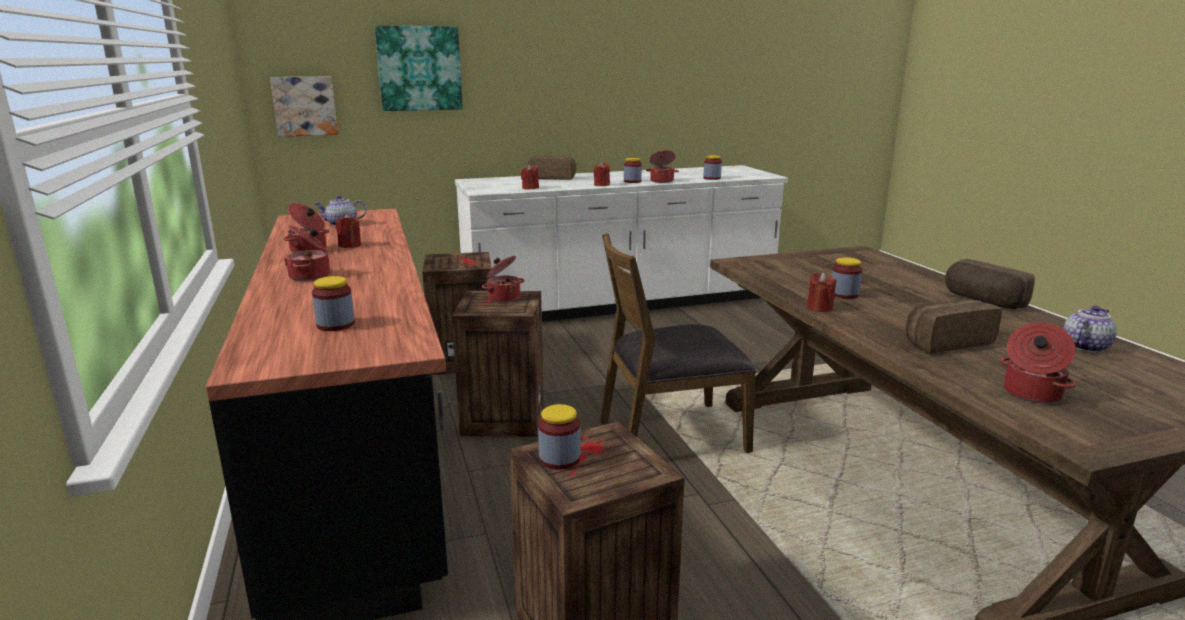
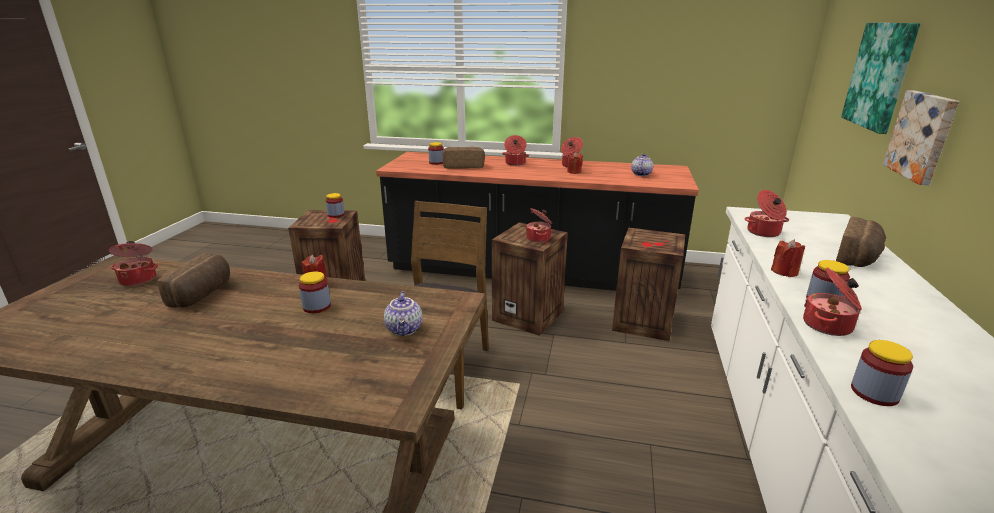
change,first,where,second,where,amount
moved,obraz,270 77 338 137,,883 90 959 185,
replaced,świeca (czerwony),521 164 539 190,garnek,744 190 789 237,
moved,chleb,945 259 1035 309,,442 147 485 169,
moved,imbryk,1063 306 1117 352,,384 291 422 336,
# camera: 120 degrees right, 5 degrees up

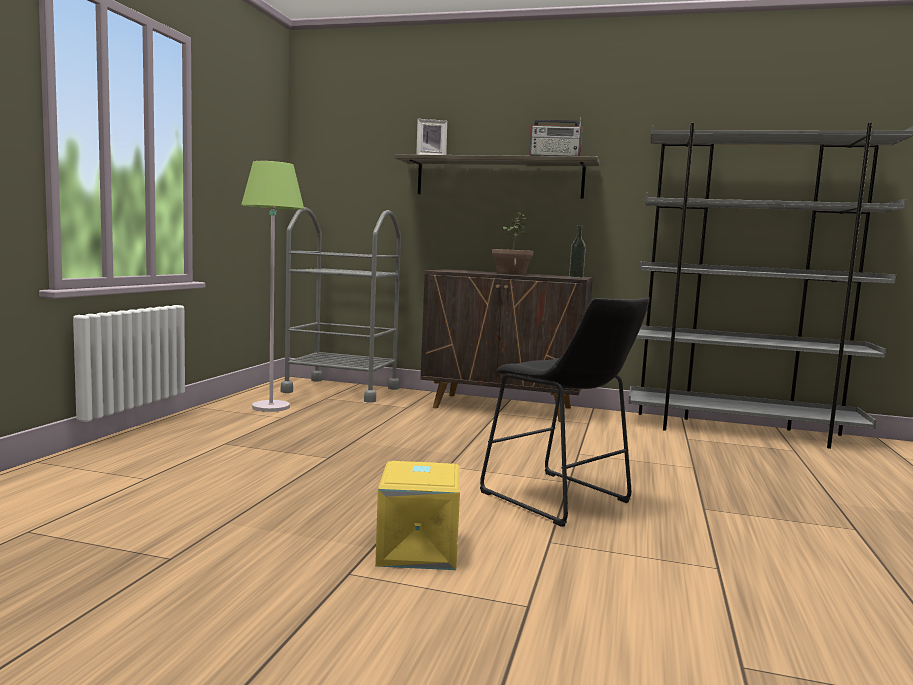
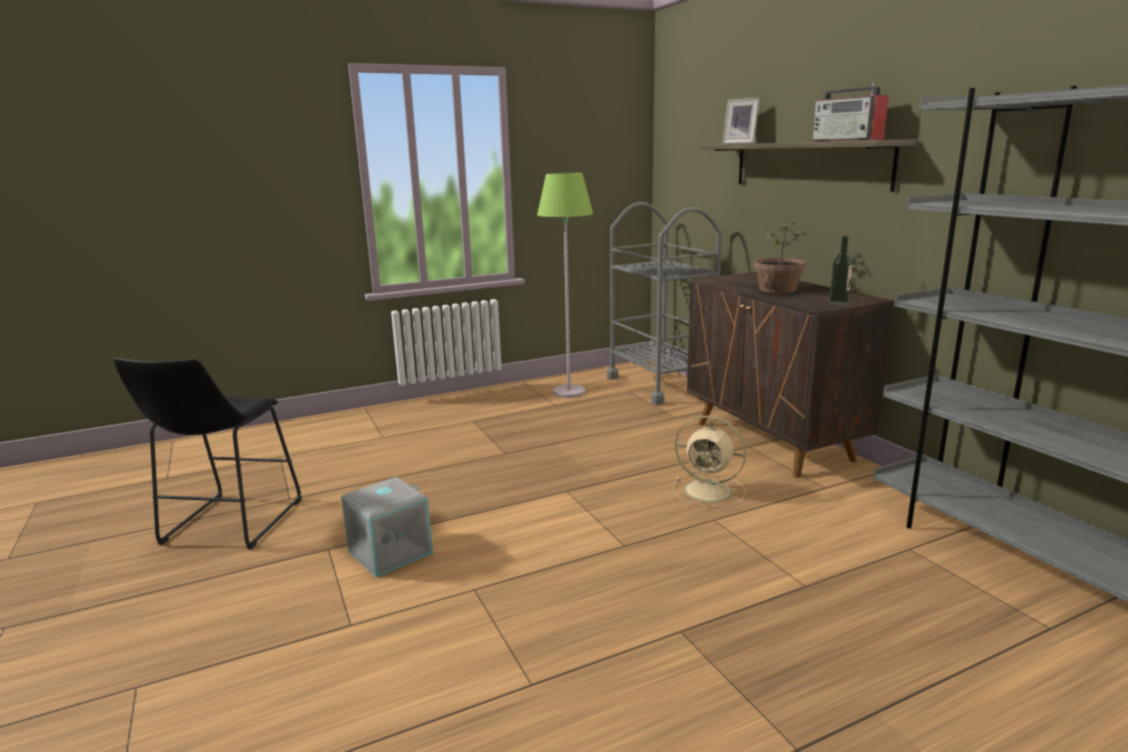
change,first,where,second,where,amount
moved,stołek (czarny),480 297 650 527,,113 358 301 550,
recoloured,pojemnik do przechowywania (żółty),375 461 460 570,pojemnik do przechowywania (szary),341 477 433 577,
added,,,wentylator (beżowy),673 416 746 508,
# camera: 50 degrees right, 10 degrees up

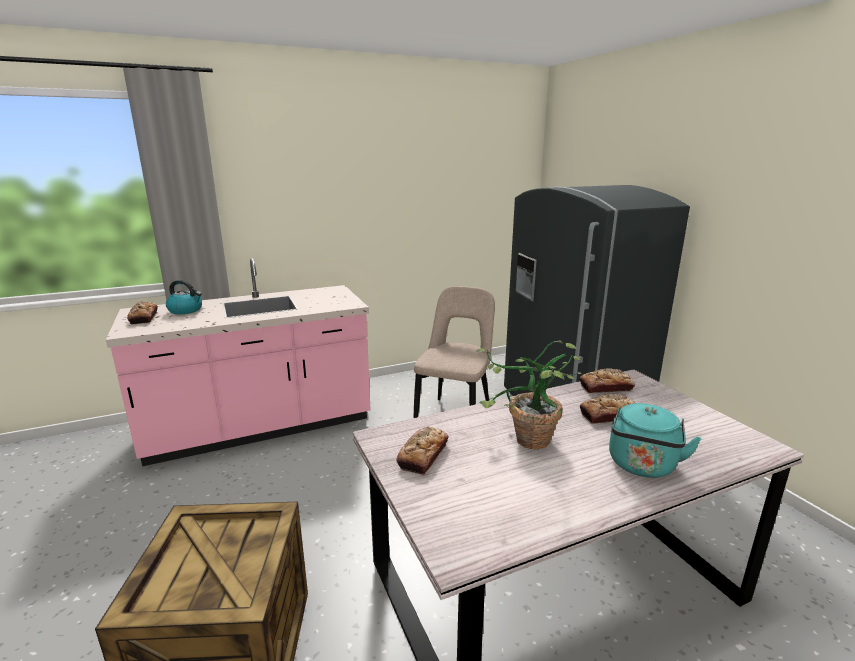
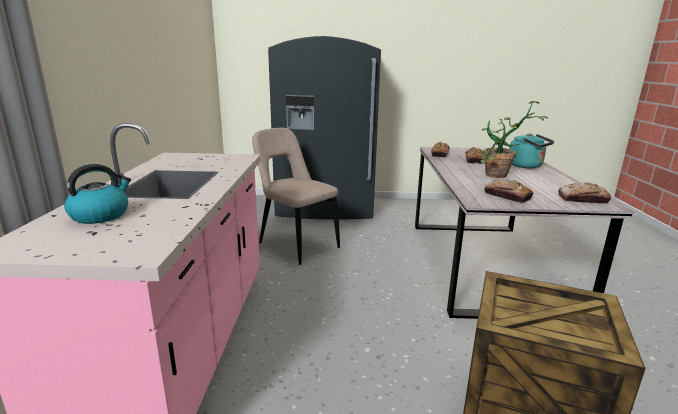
change,first,where,second,where,amount
moved,chleb,127 301 158 324,,558 183 611 204,
# camera: 65 degrees left, 0 degrees up

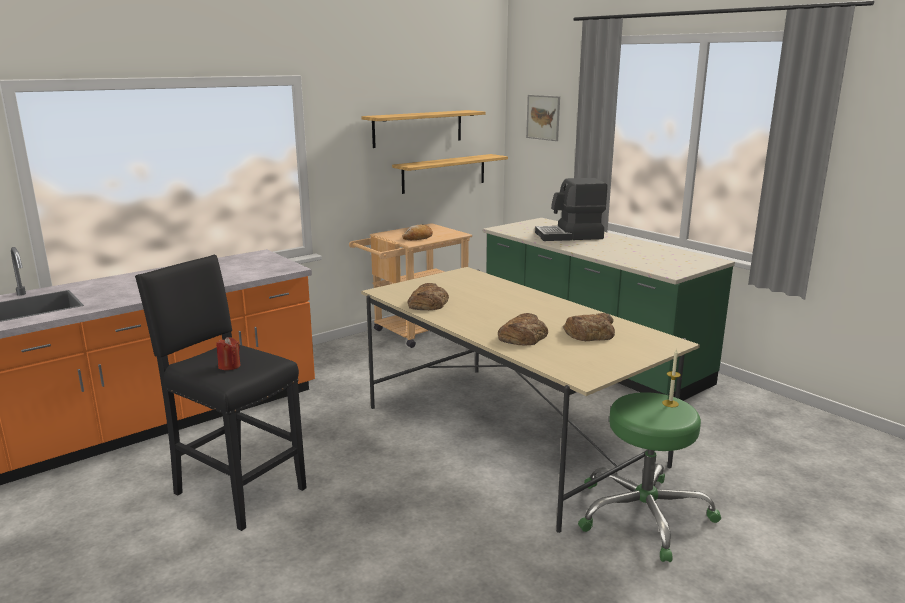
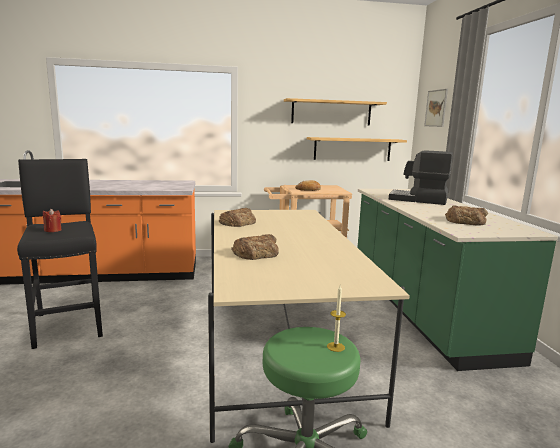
change,first,where,second,where,amount
moved,chleb,563 313 615 341,,445 205 488 226,
# camera: 30 degrees right, 5 degrees down

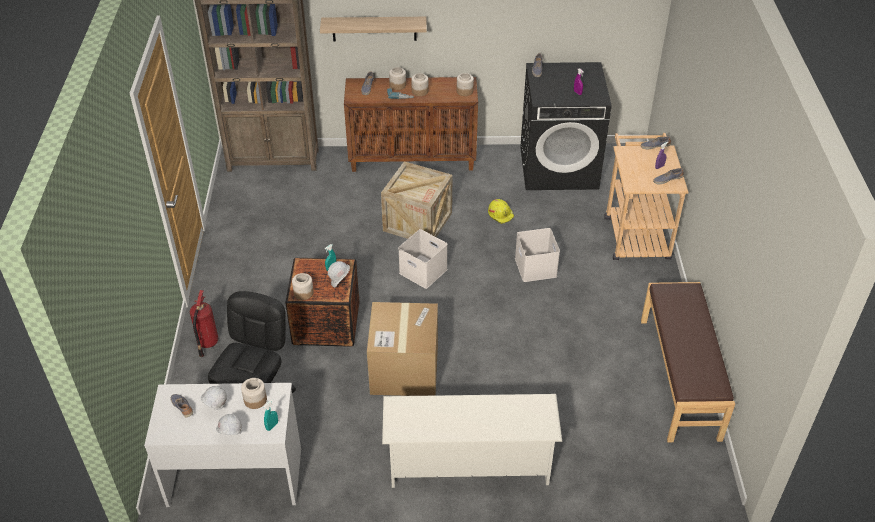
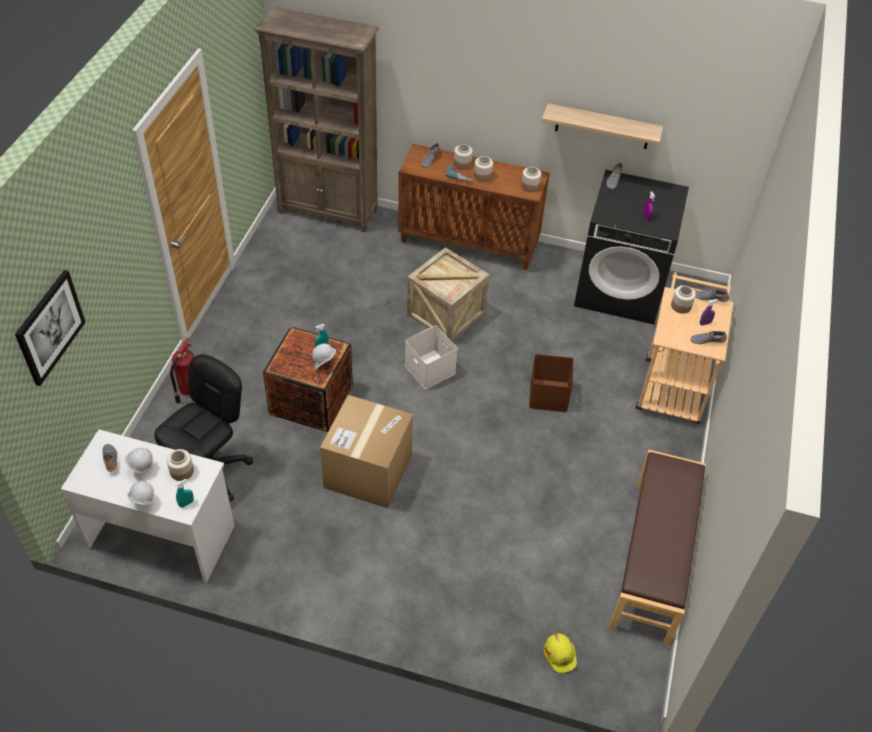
change,first,where,second,where,amount
moved,półka,320 17 427 41,,542 103 663 149,
moved,kask (żółty),488 199 514 224,,544 633 578 673,
recoloured,pojemnik do przechowywania (biały),515 228 560 282,pojemnik do przechowywania (brązowy),529 354 573 412,
moved,słoik,292 273 314 300,,671 286 696 314,
removed,regał na buty (biały),382 394 562 488,,,
added,,,obraz,15 270 86 386,
# camera: 15 degrees right, 5 degrees up

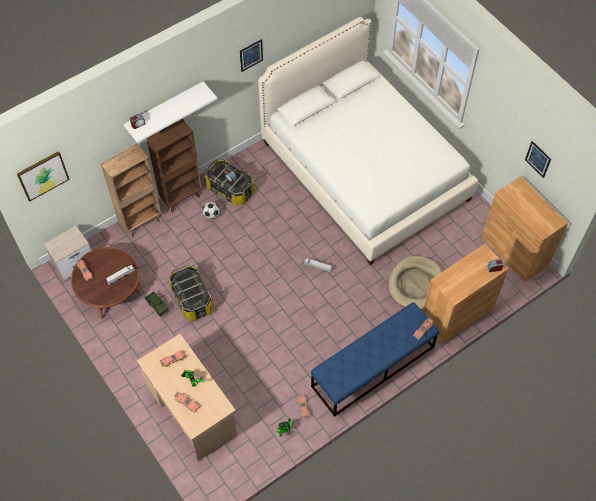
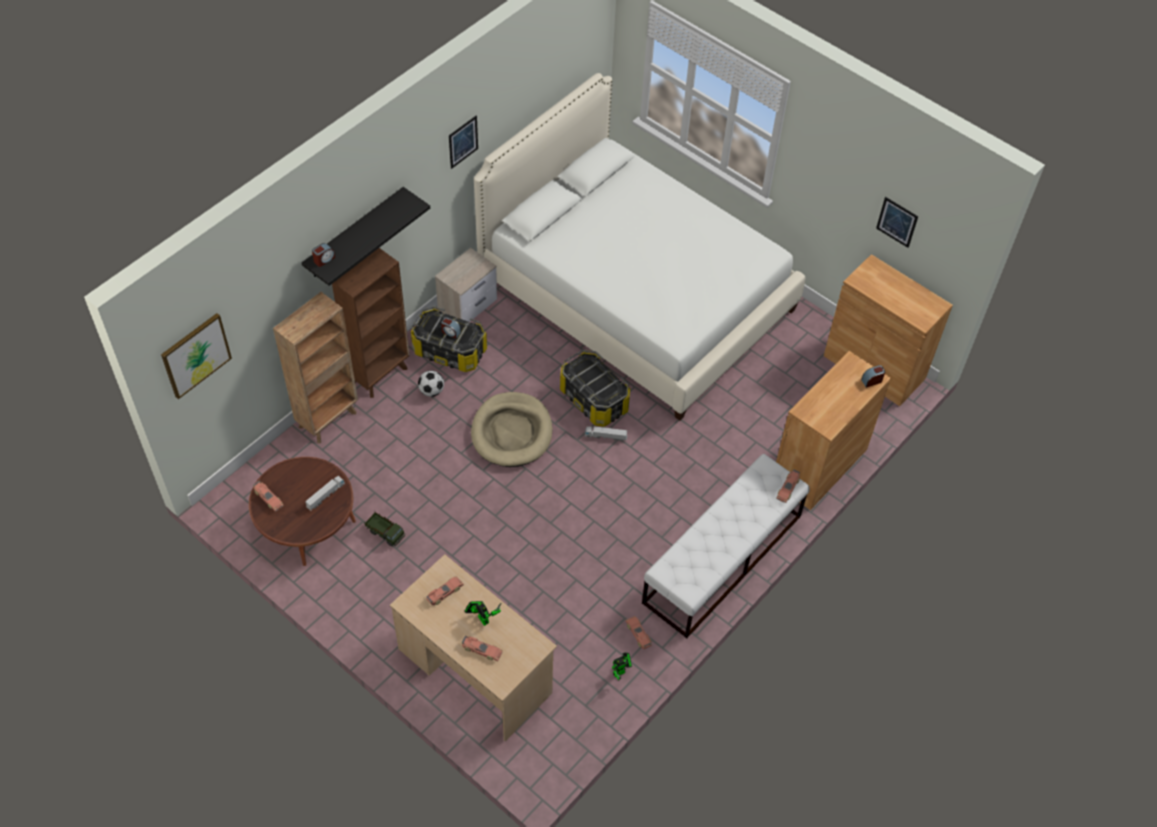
change,first,where,second,where,amount
recoloured,półka (biały),123 82 217 143,półka (czarny),302 187 430 286,
moved,szafka nocna,44 226 91 280,,435 248 497 322,
moved,legowisko (beżowy),388 256 442 310,,471 392 553 467,
moved,pojemnik do przechowywania,168 264 214 321,,560 350 630 427,
recoloured,ławka (niebieski),311 302 439 417,ławka (biały),642 454 810 638,
# camera: 15 degrees left, 5 degrees down

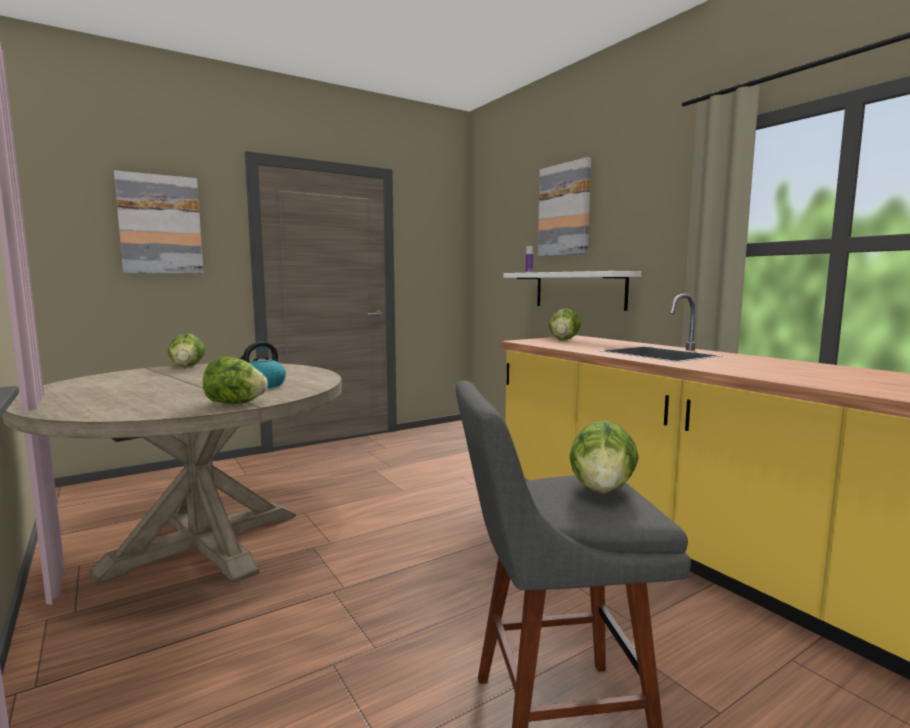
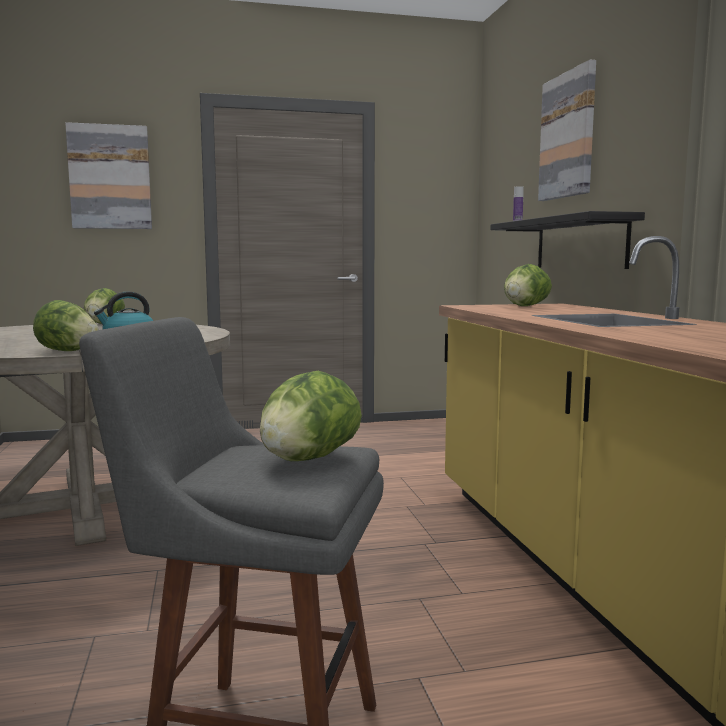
change,first,where,second,where,amount
recoloured,półka (biały),503 271 641 311,półka (czarny),490 211 645 269,
# camera: 20 degrees right, 0 degrees up

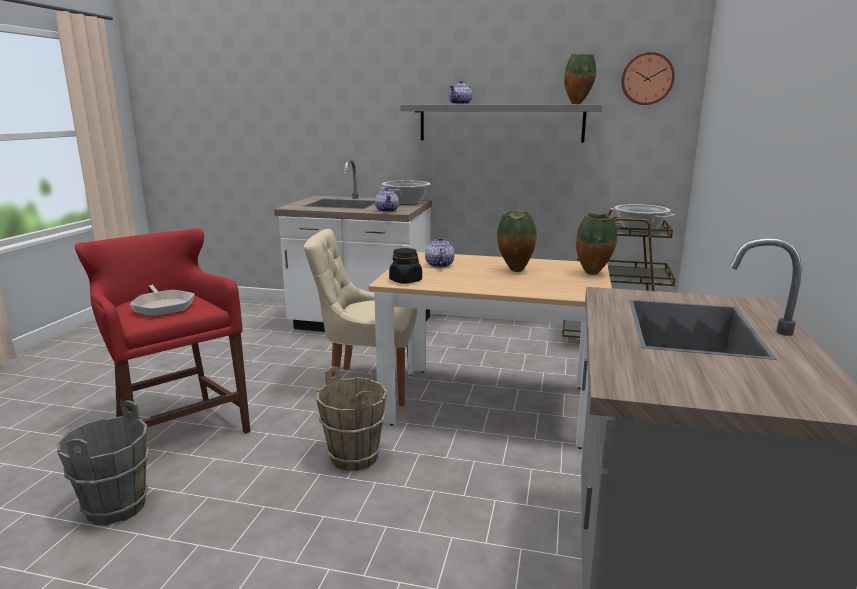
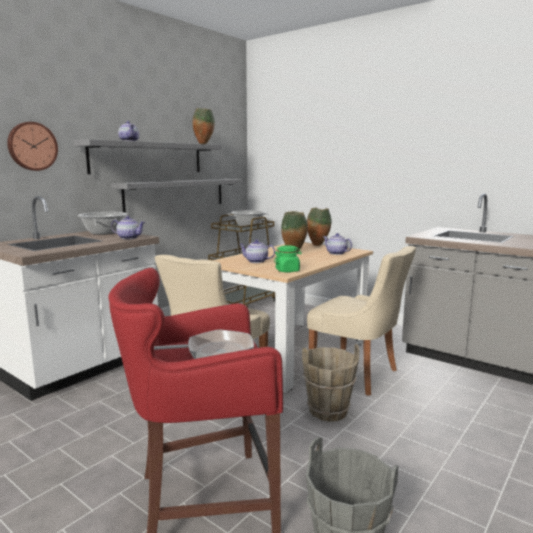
change,first,where,second,where,amount
moved,zegar ścienny,621 52 675 105,,7 122 58 171,
recoloured,słoik (czarny),389 248 422 284,słoik (zielony),274 245 302 273,
added,,,półka (szary),111 179 242 213,
added,,,imbryk,323 233 352 255,
added,,,krzesło (beżowy),307 246 416 396,
# camera: 65 degrees left, 5 degrees down

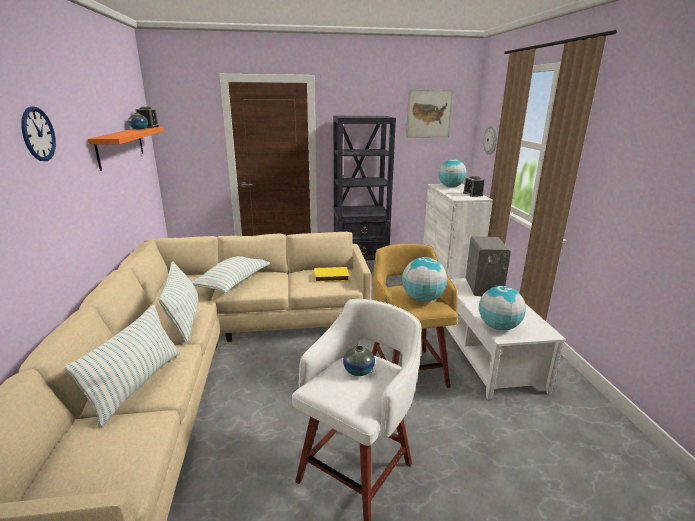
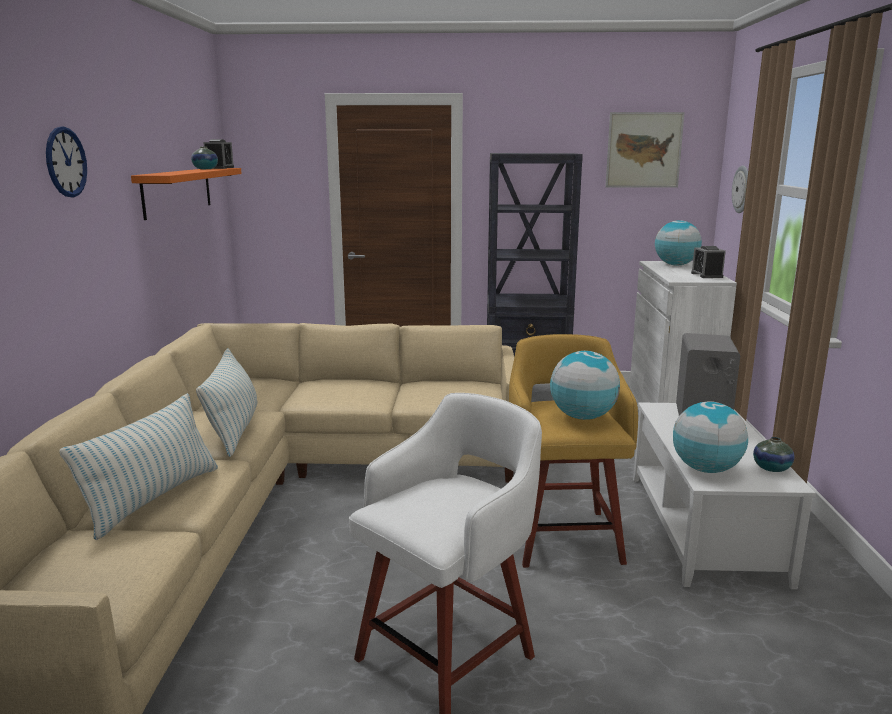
change,first,where,second,where,amount
removed,poduszka,192 256 270 293,,,
removed,książka (żółty),314 267 349 282,,,
moved,wazon,343 346 375 376,,753 437 794 472,
# camera: 10 degrees right, 5 degrees down

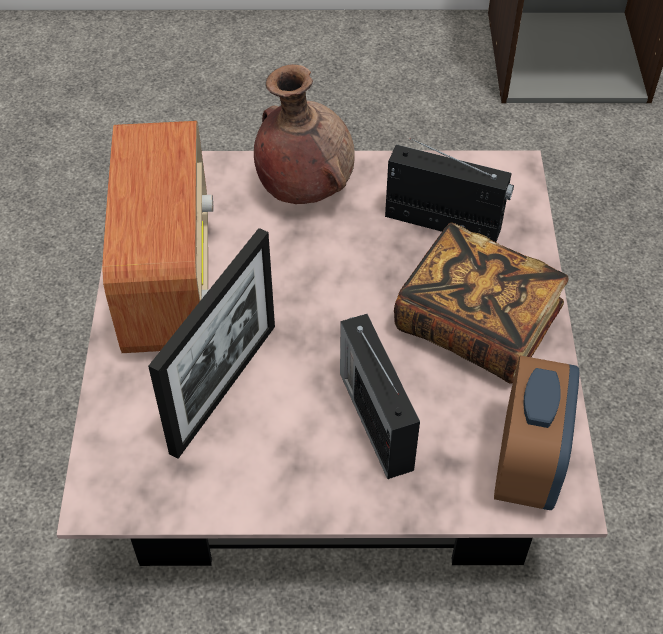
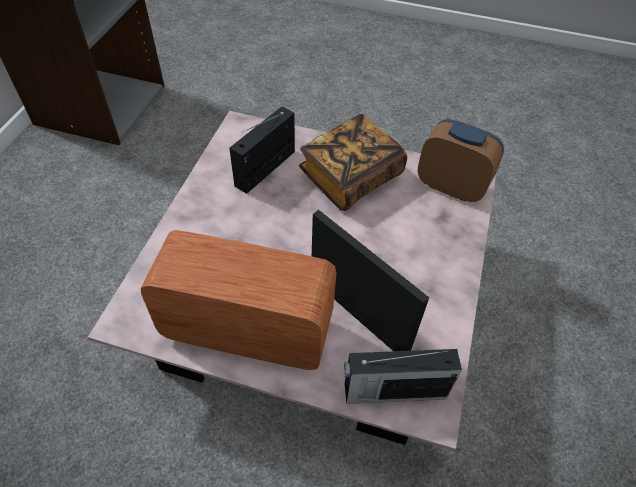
change,first,where,second,where,amount
removed,wazon (brązowy),254 64 355 204,,,
moved,radio,340 314 420 479,,344 349 462 404,
# camera: 75 degrees left, 0 degrees up

